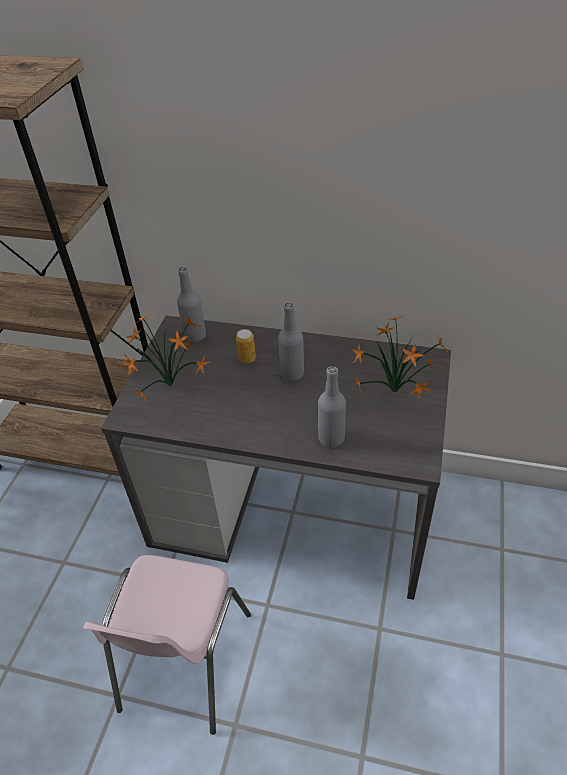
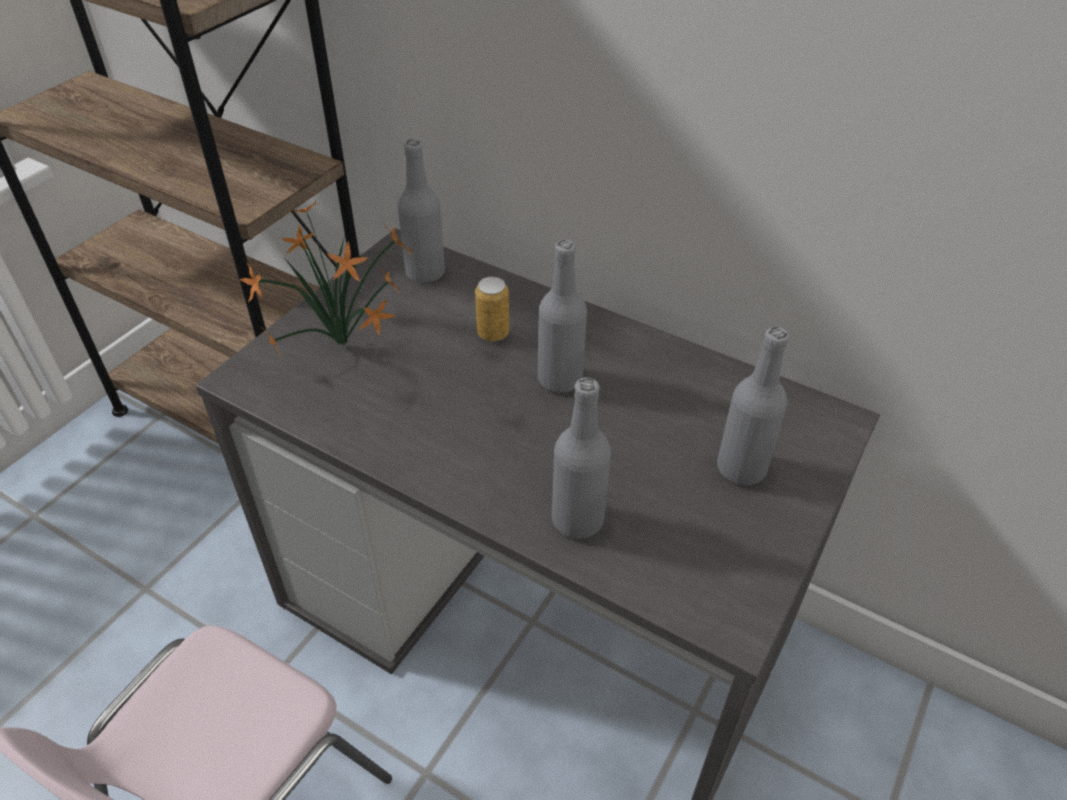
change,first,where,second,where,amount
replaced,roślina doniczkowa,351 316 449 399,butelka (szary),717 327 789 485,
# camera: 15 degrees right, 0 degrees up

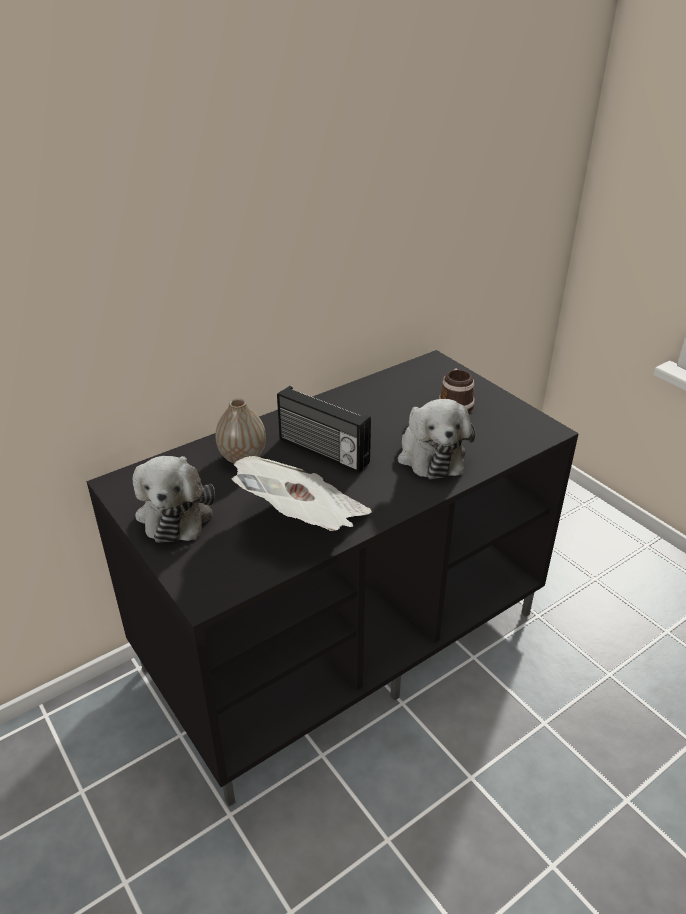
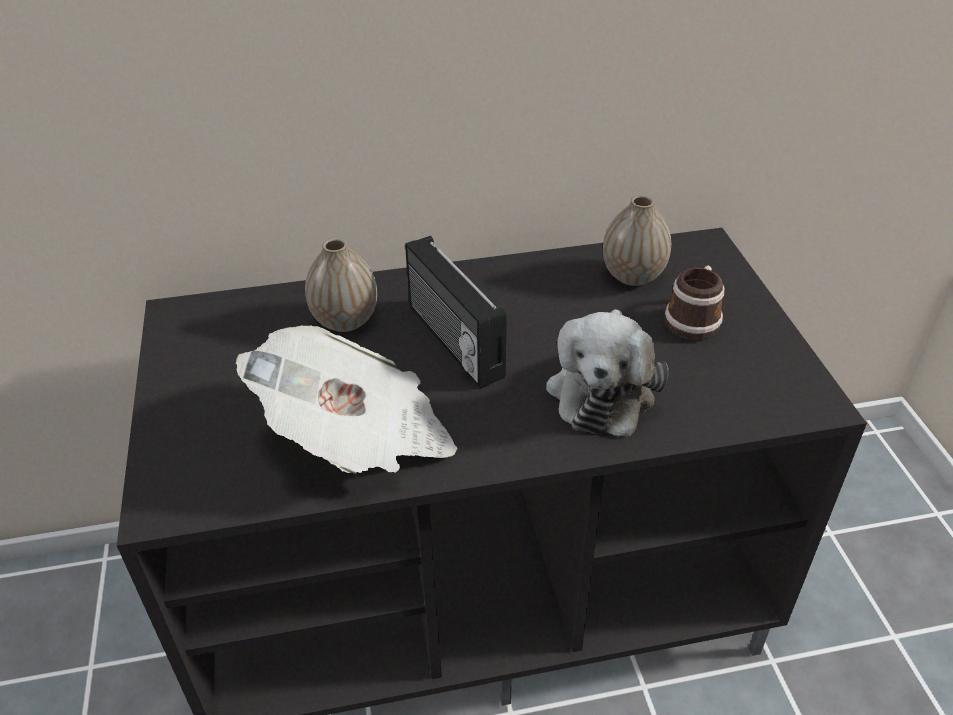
change,first,where,second,where,amount
removed,pluszak,133 456 215 543,,,
added,,,wazon,603 195 671 286,
# camera: 25 degrees right, 5 degrees up

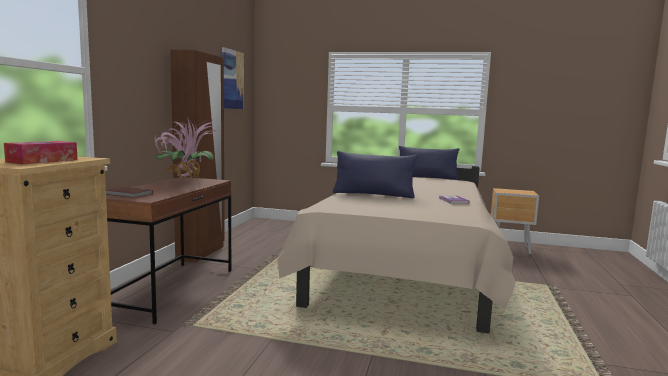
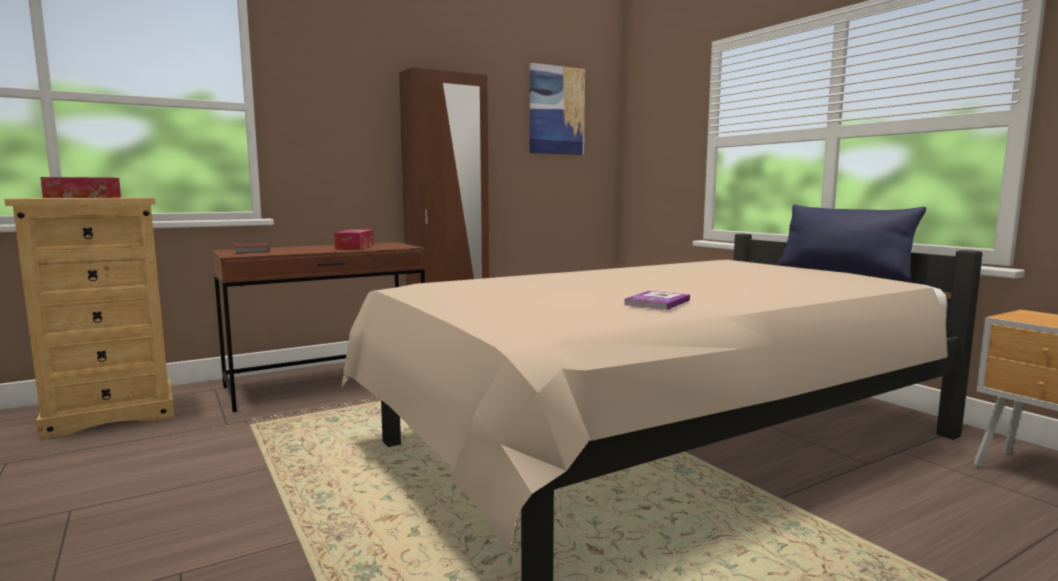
change,first,where,second,where,amount
replaced,roślina doniczkowa,154 118 218 180,pudełko chusteczek,334 230 374 249,
removed,poduszka (niebieski),333 151 417 198,,,
# camera: 45 degrees right, 0 degrees up

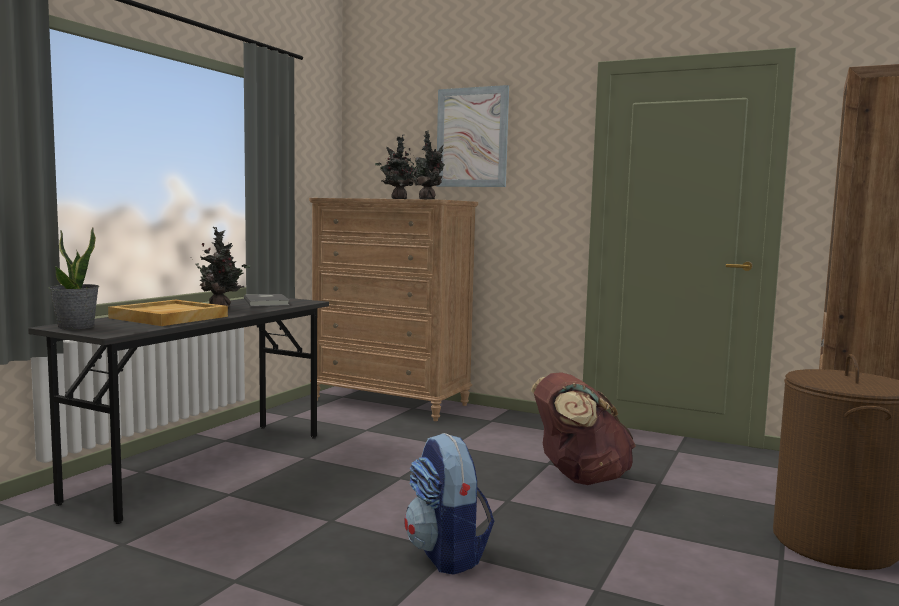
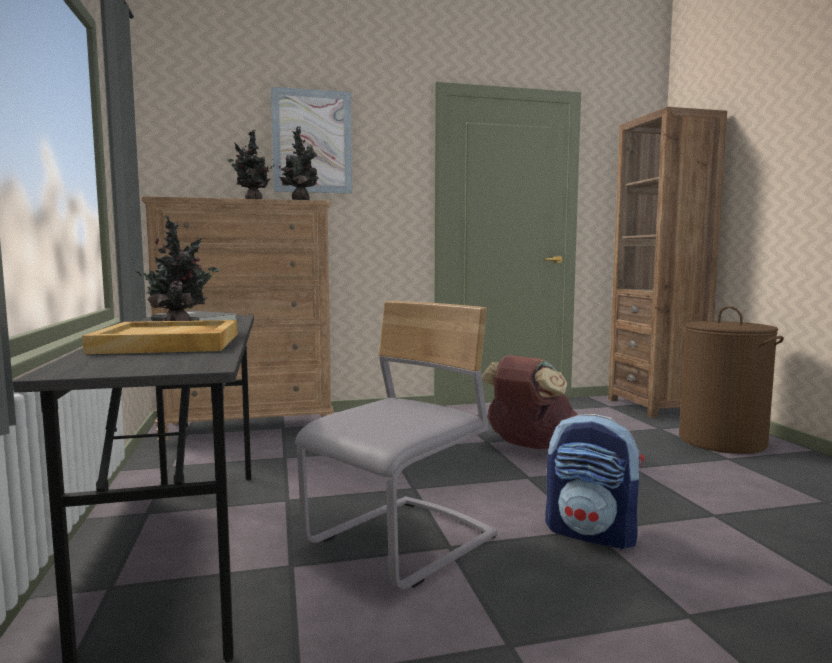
change,first,where,second,where,amount
removed,roślina doniczkowa,49 228 99 330,,,
added,,,krzesło (szary),295 301 497 589,
# camera: 40 degrees left, 0 degrees up

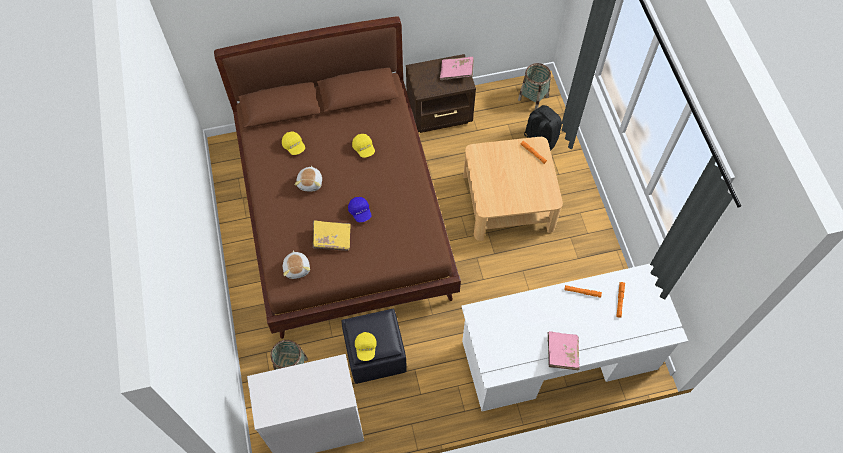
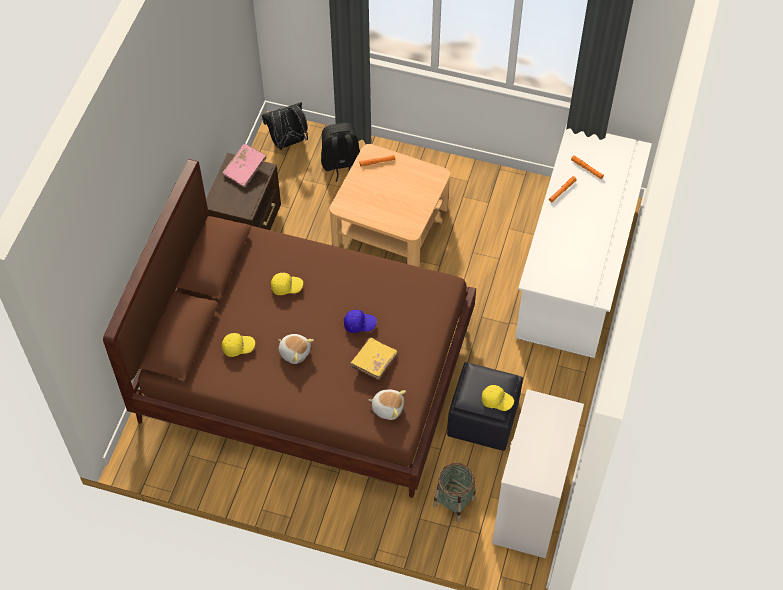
change,first,where,second,where,amount
replaced,koszyk,518 63 551 110,plecak (czarny),262 102 308 151,
removed,książka (różowy),547 331 580 370,,,
# camera: 60 degrees left, 5 degrees down

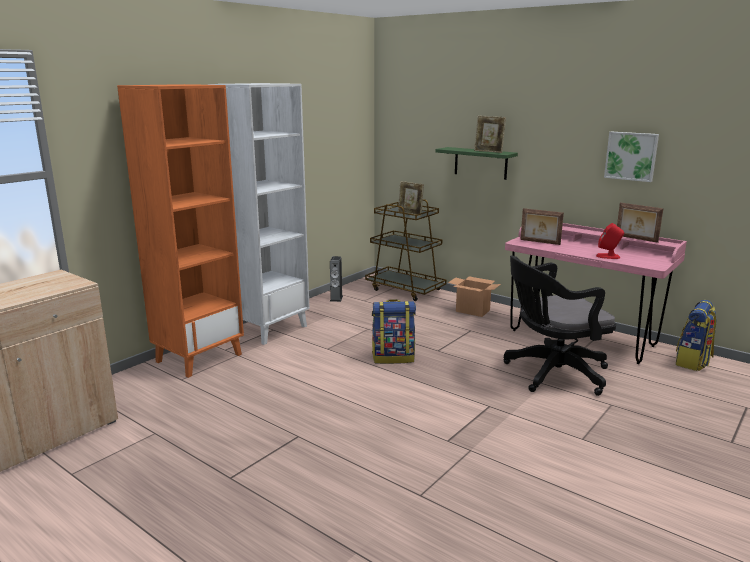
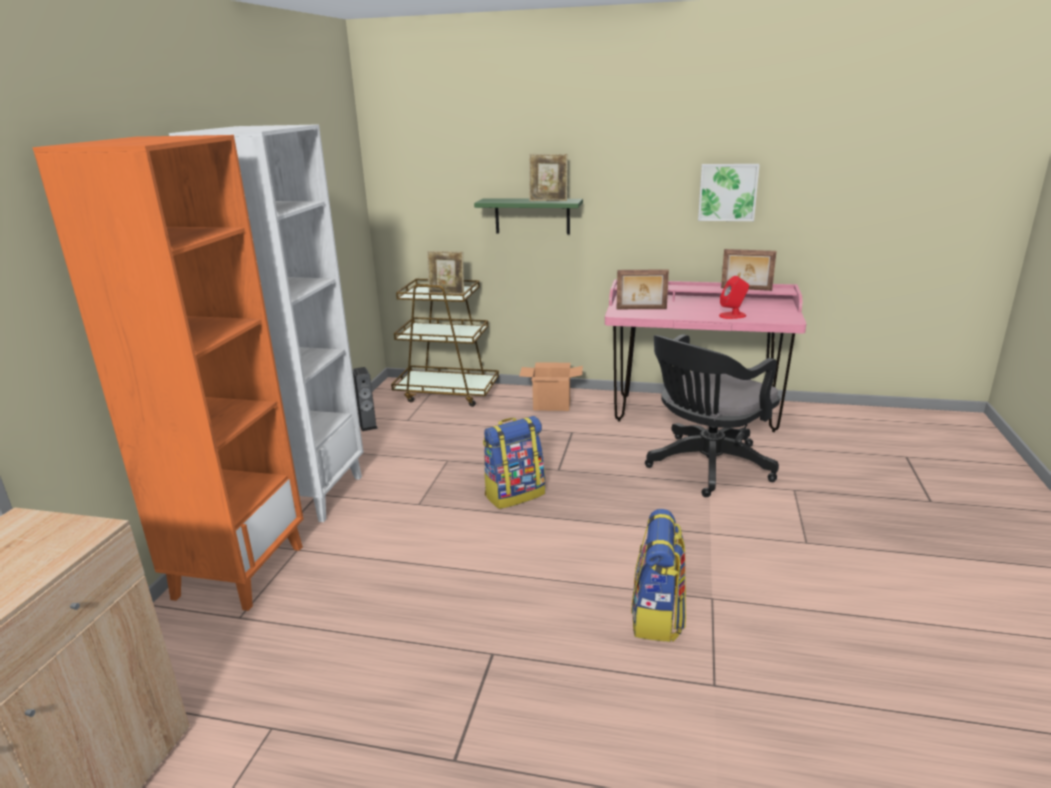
change,first,where,second,where,amount
moved,plecak,676 300 717 371,,631 509 686 642,
# camera: 25 degrees left, 5 degrees up

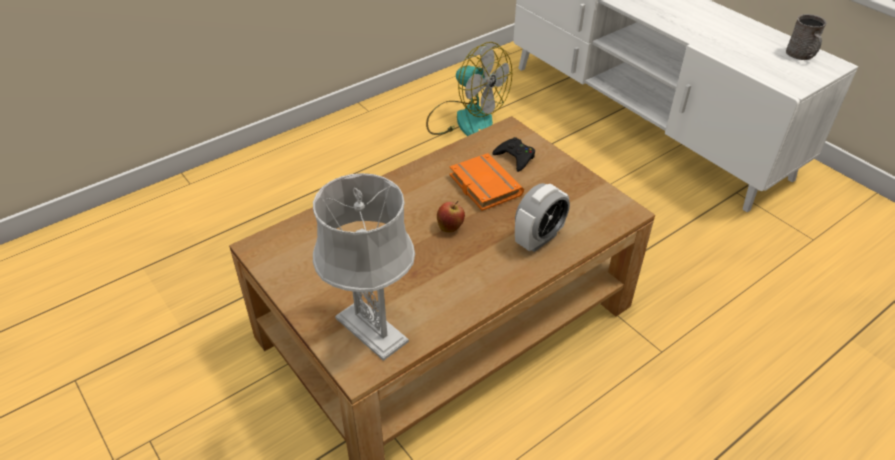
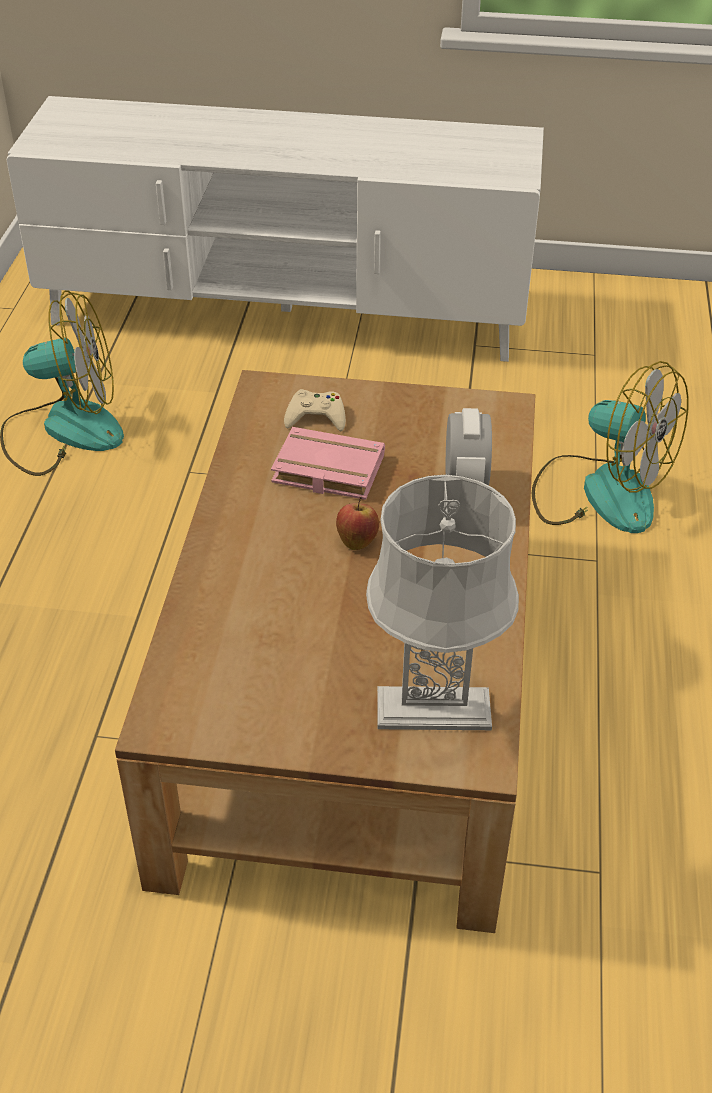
change,first,where,second,where,amount
removed,kubek (szary),786 14 827 60,,,
recoloured,pad do gier (czarny),492 137 535 172,pad do gier (beżowy),284 389 346 431,
recoloured,książka (pomarańczowy),450 153 524 211,książka (różowy),271 427 385 500,
added,,,wentylator,532 361 689 533,
# camera: 45 degrees left, 0 degrees up

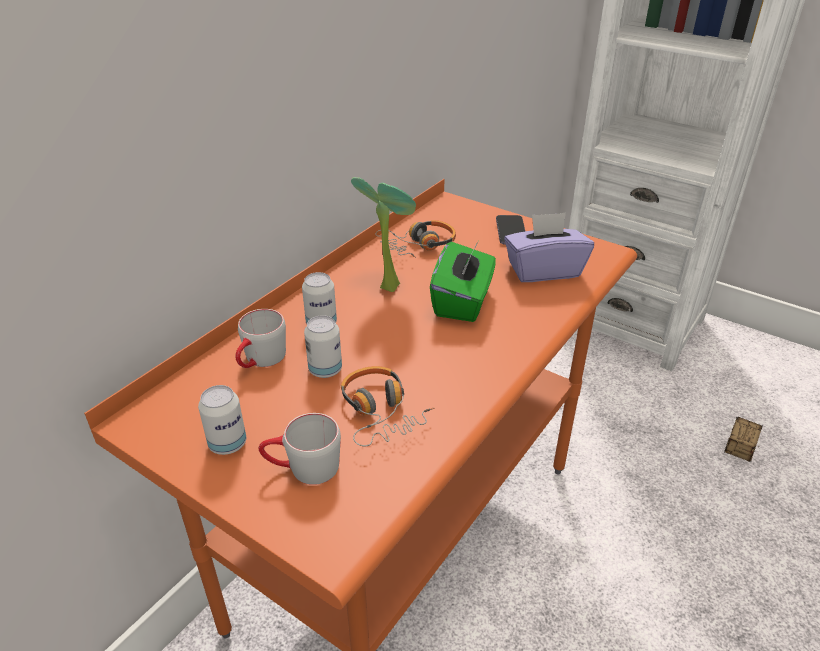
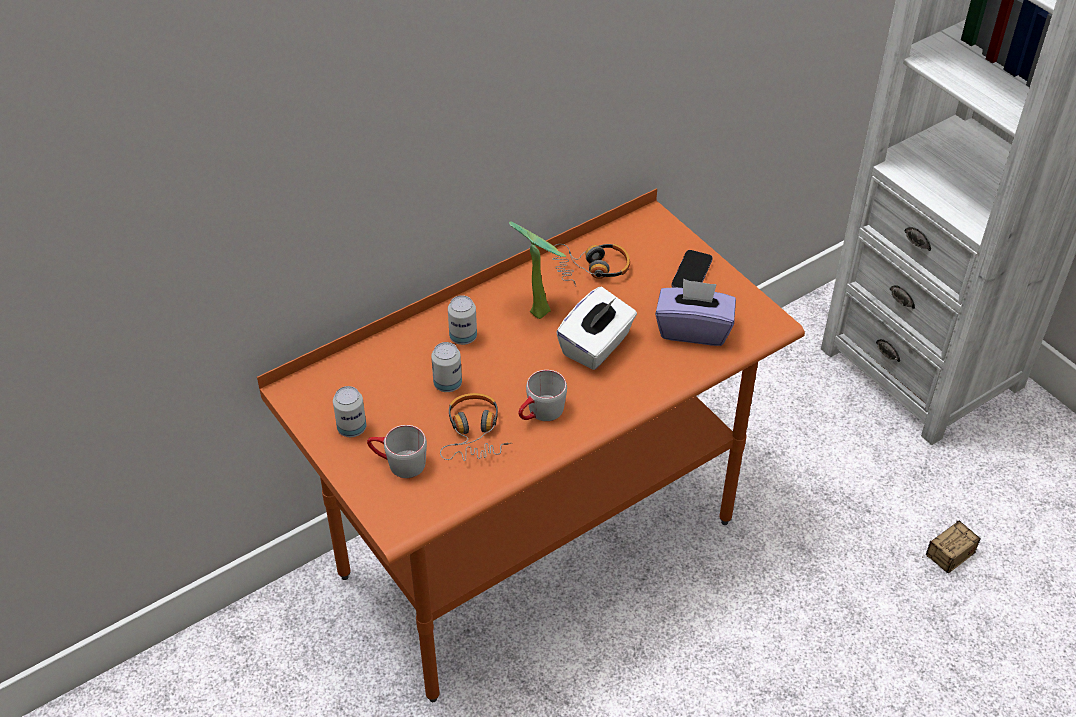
change,first,where,second,where,amount
recoloured,pudełko chusteczek (zielony),430 241 496 322,pudełko chusteczek (biały),556 286 637 370,
moved,kubek (szary),235 309 286 368,,519 370 567 421,
# camera: 20 degrees right, 10 degrees up

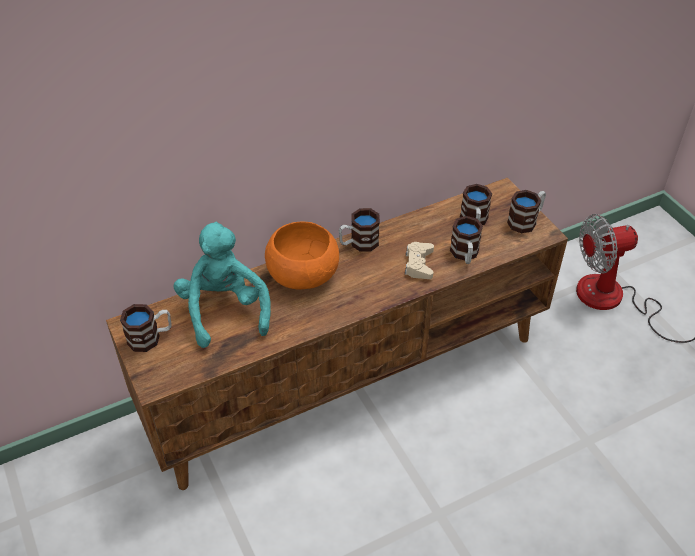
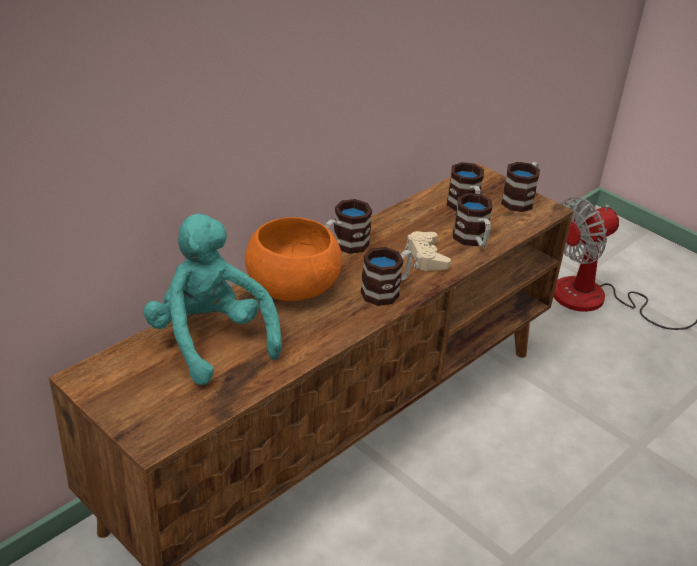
change,first,where,second,where,amount
moved,kubek,120 304 172 352,,360 247 413 306,
# camera: 20 degrees left, 10 degrees down

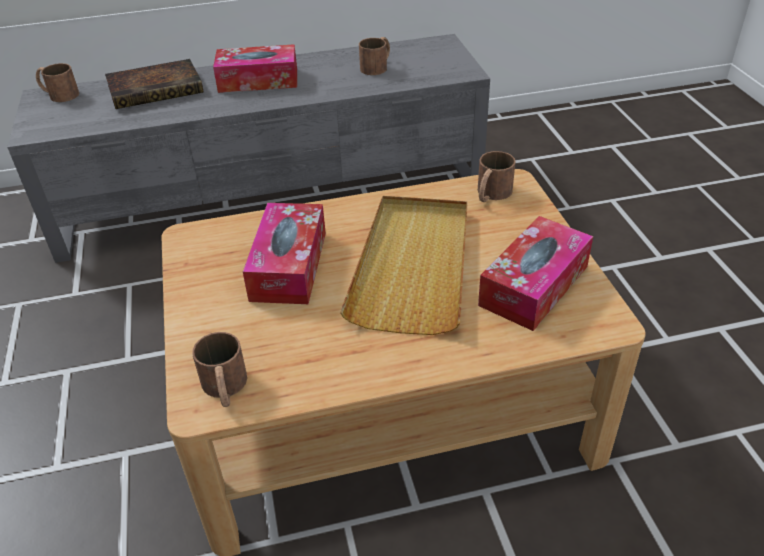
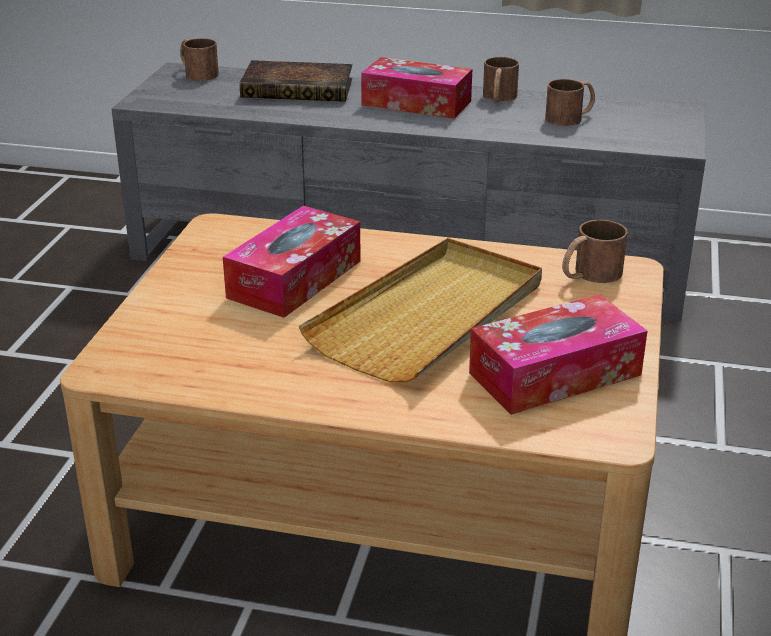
change,first,where,second,where,amount
moved,kubek (brązowy),192 332 247 407,,483 57 519 102,
# camera: 25 degrees right, 10 degrees down

